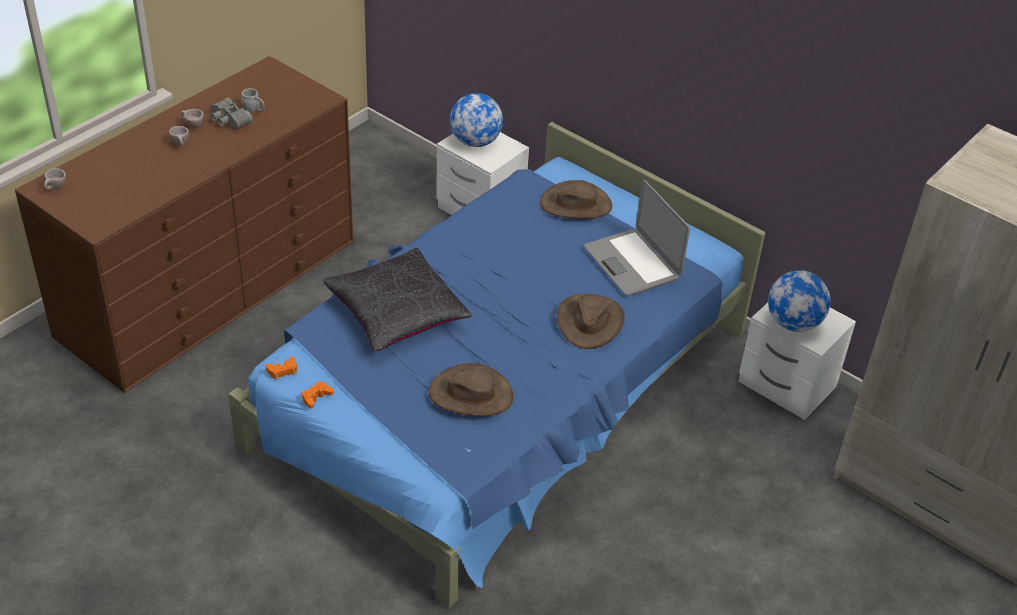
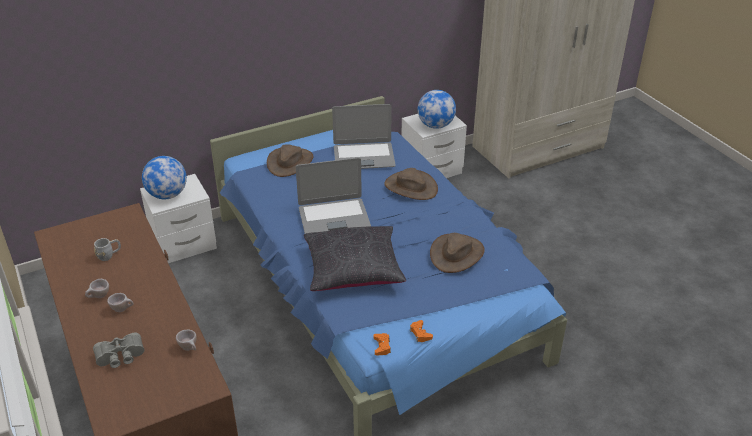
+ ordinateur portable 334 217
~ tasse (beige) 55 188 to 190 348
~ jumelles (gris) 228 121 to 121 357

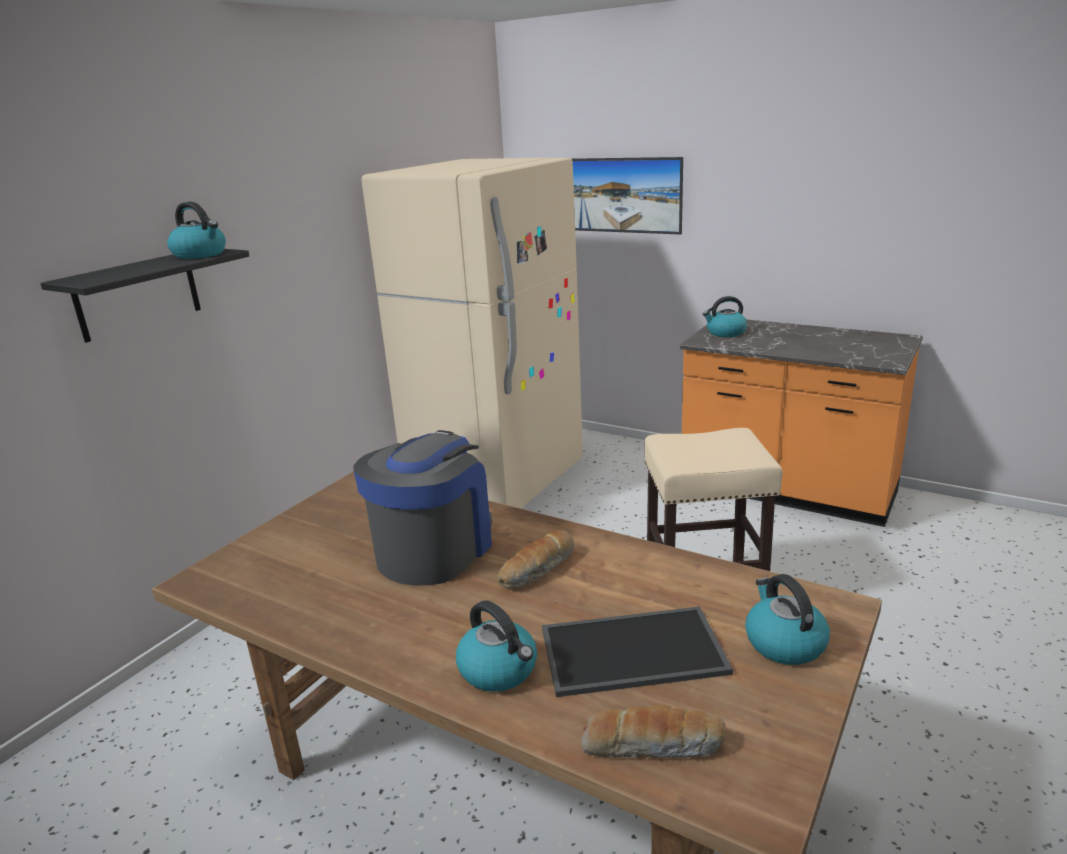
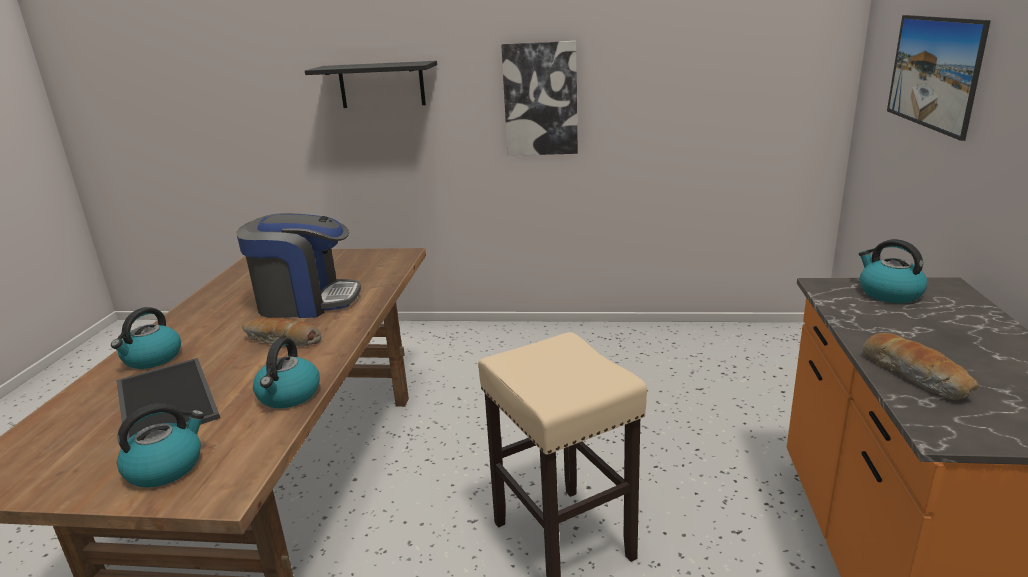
- réfrigérateur (beige) 497 481
+ tableau 540 99
~ bouilloire 201 254 to 289 395
~ pain 652 744 to 915 376

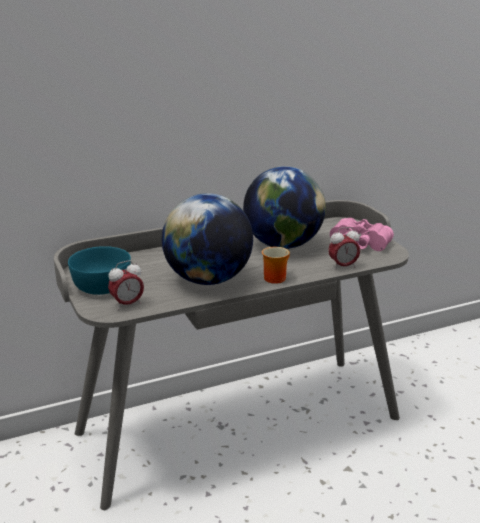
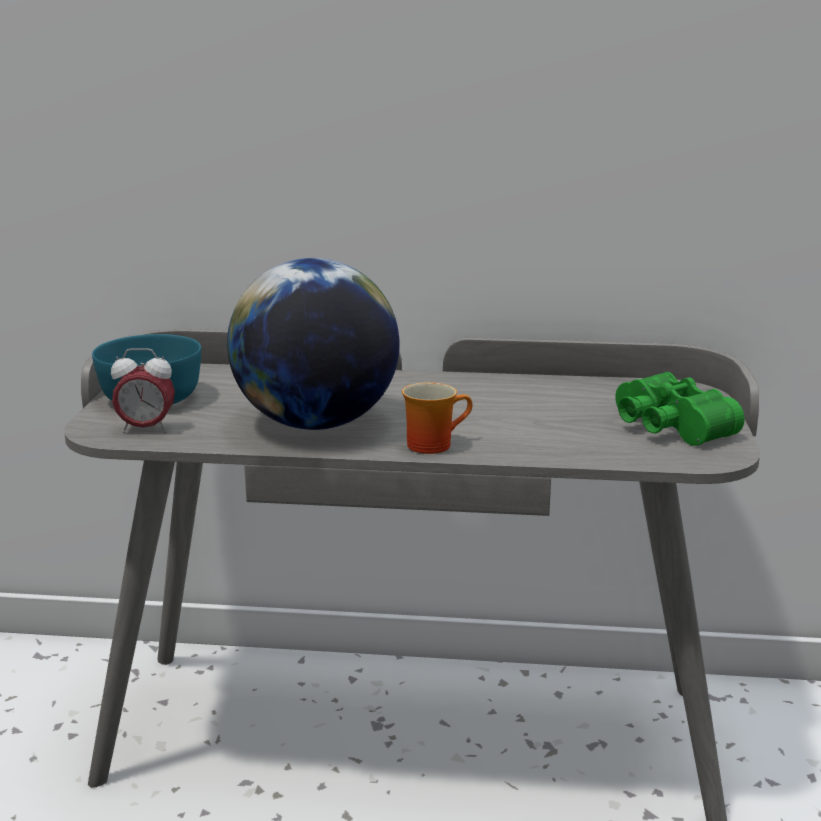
- globe 283 245
- réveil 343 266
~ jumelles (rose) 358 244 to jumelles (vert) 666 428

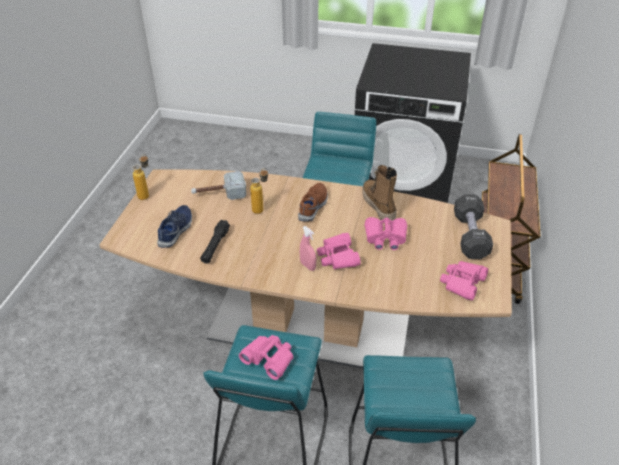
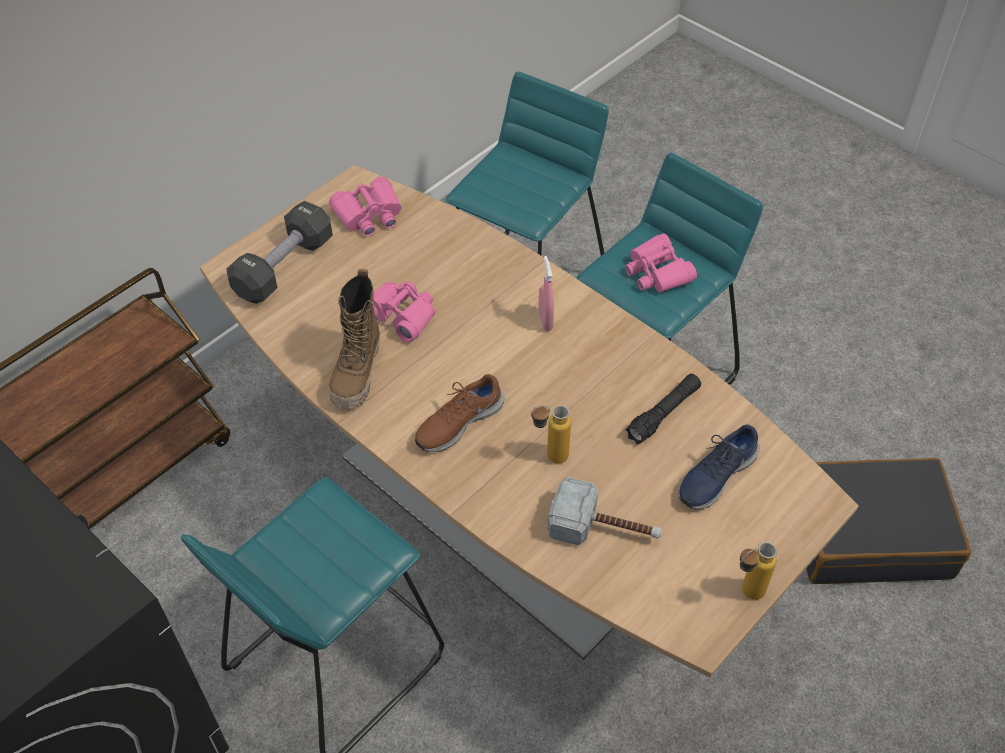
- jumelles (rose) 338 257
+ valise (noir) 869 533

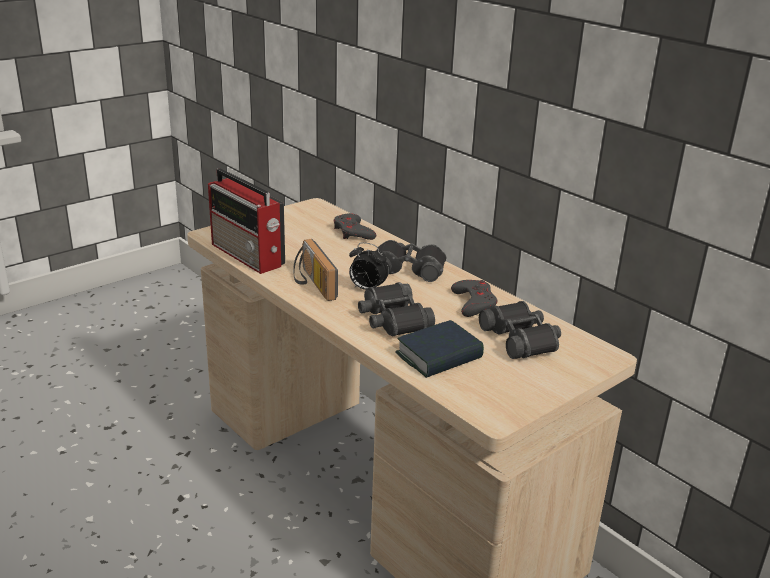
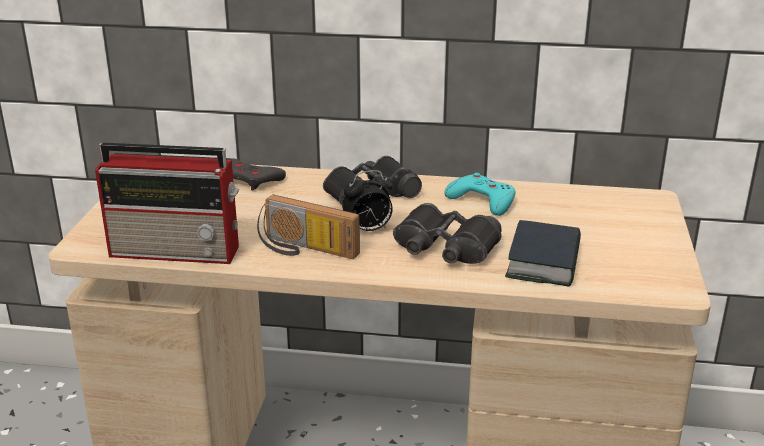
- jumelles (noir) 521 339
~ manette (gris) 474 303 to manette (turquoise) 482 200

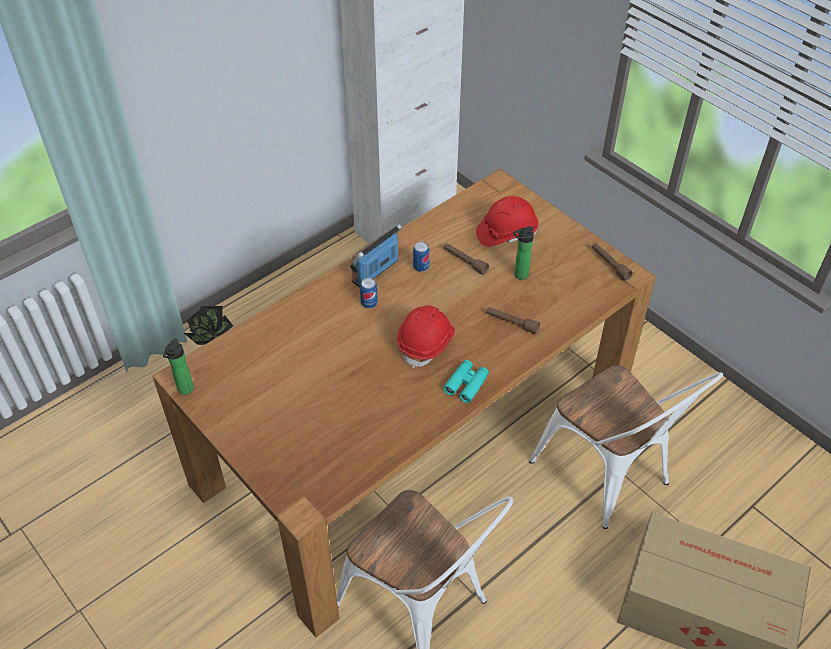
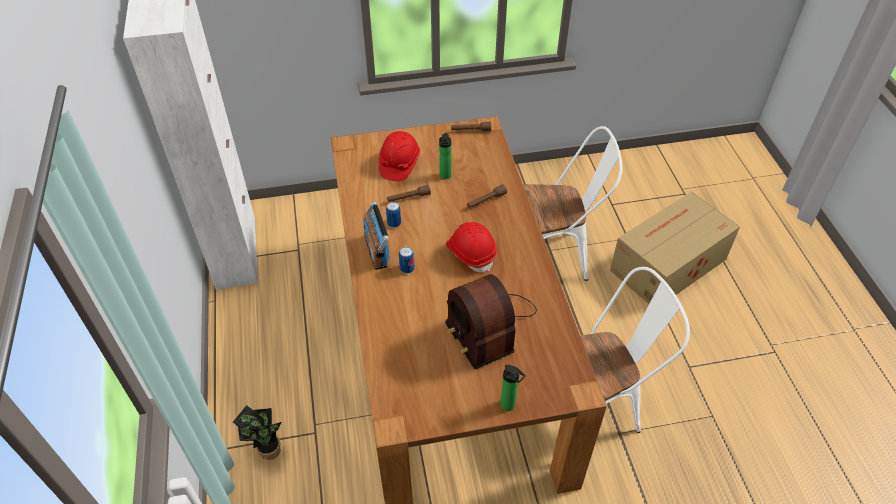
- jumelles (turquoise) 466 384
+ radio 487 324
~ bouteille 184 391 to 509 406

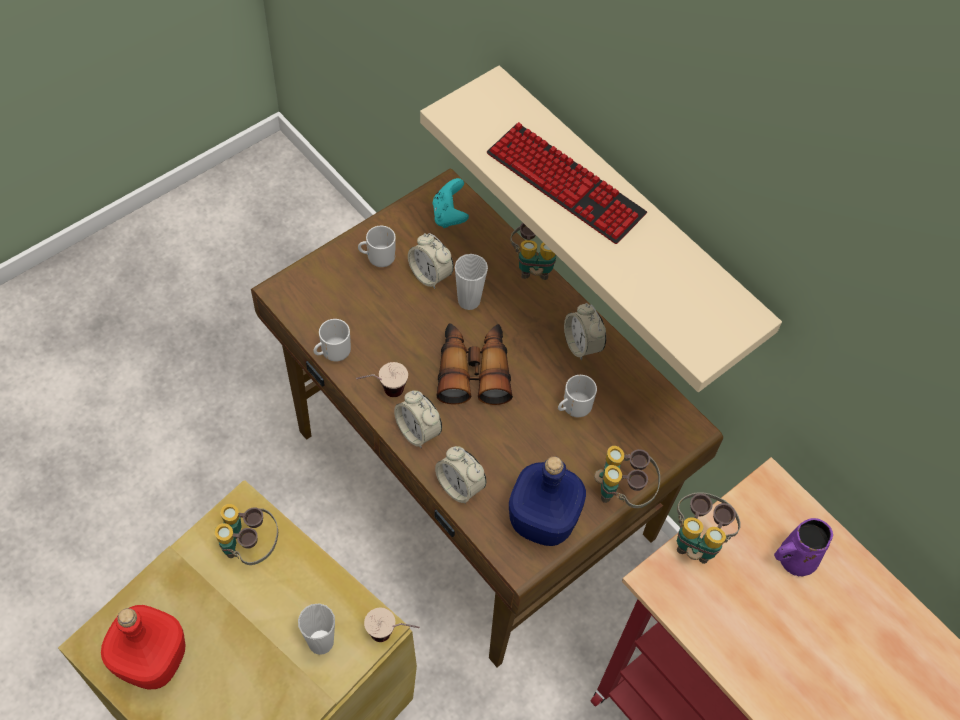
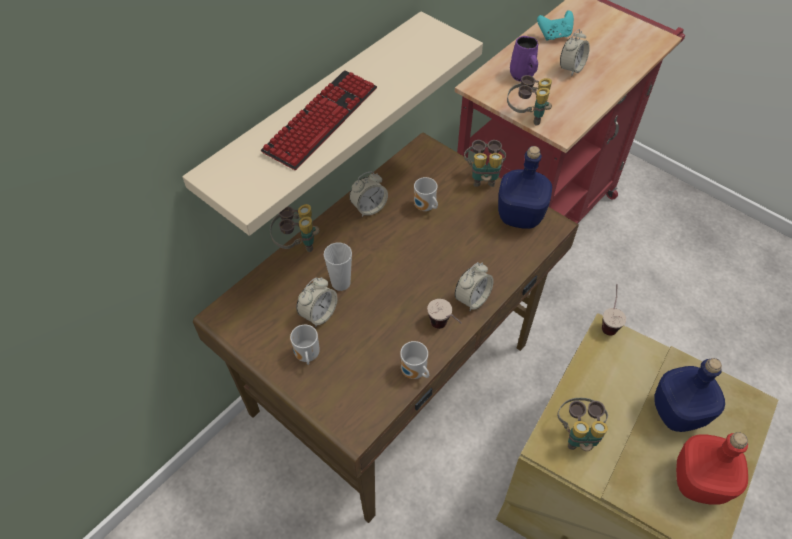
- tasse 321 642
- jumelles 473 369
+ bouteille (bleu) 676 413
~ manette (turquoise) 449 215 to 554 35
~ réveil 460 486 to 571 68

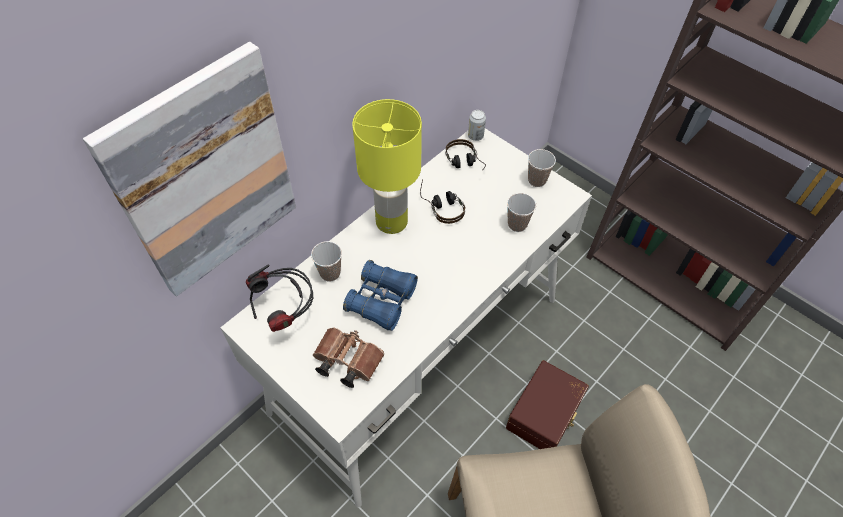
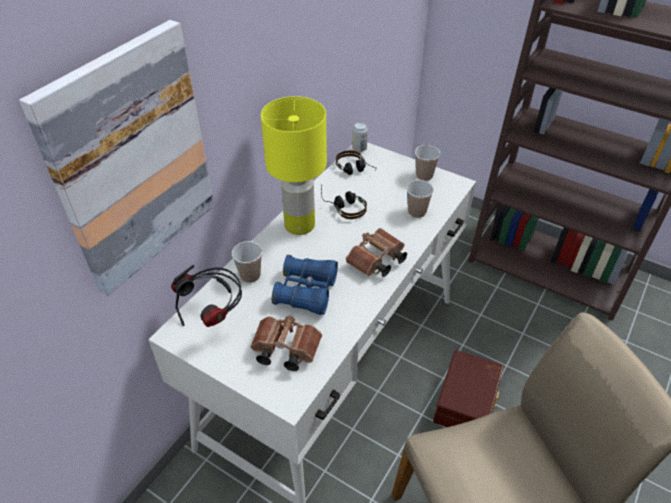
+ jumelles (marron) 376 262

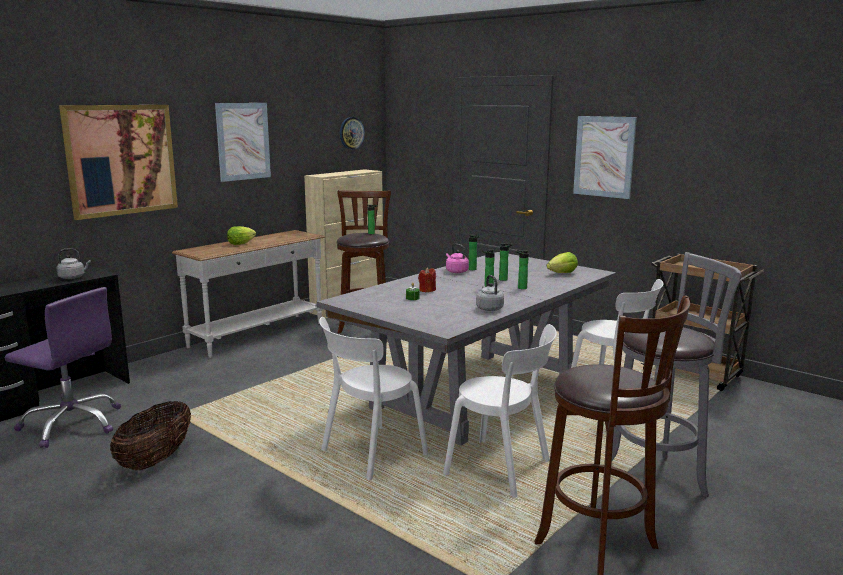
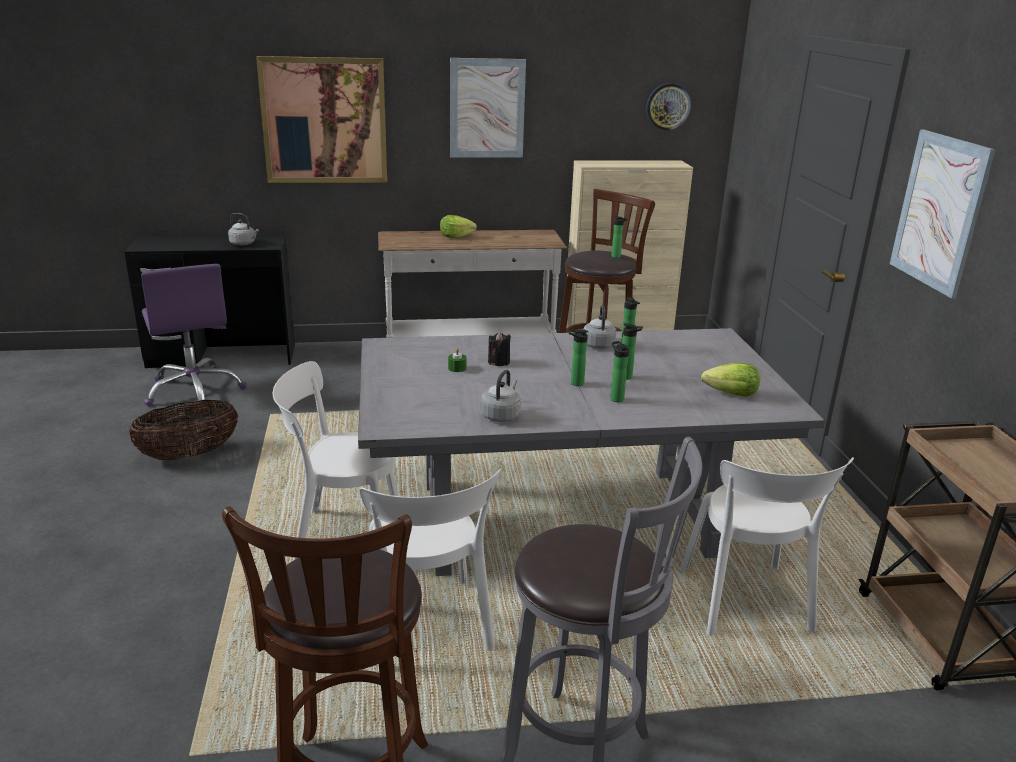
~ bougie (rouge) 427 290 to bougie (noir) 499 362
~ bouilloire (rose) 456 271 to bouilloire (gris) 598 344

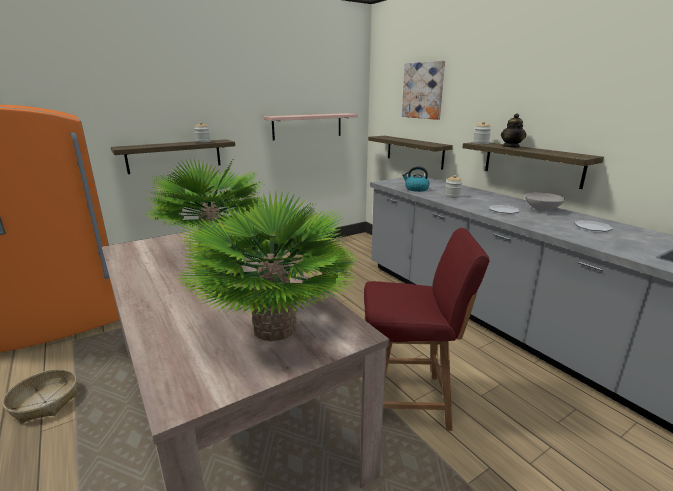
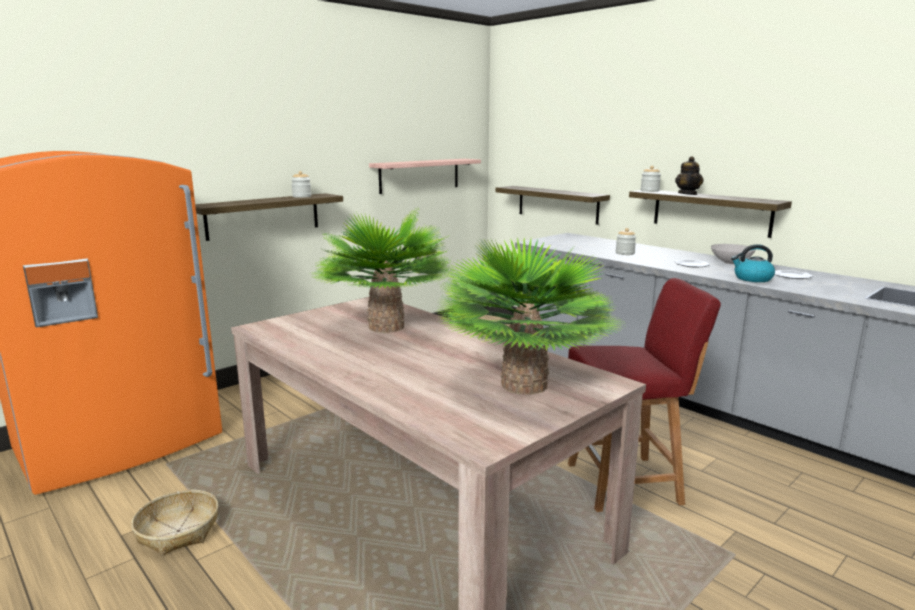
- tableau 423 90
~ bouilloire 416 189 to 752 279

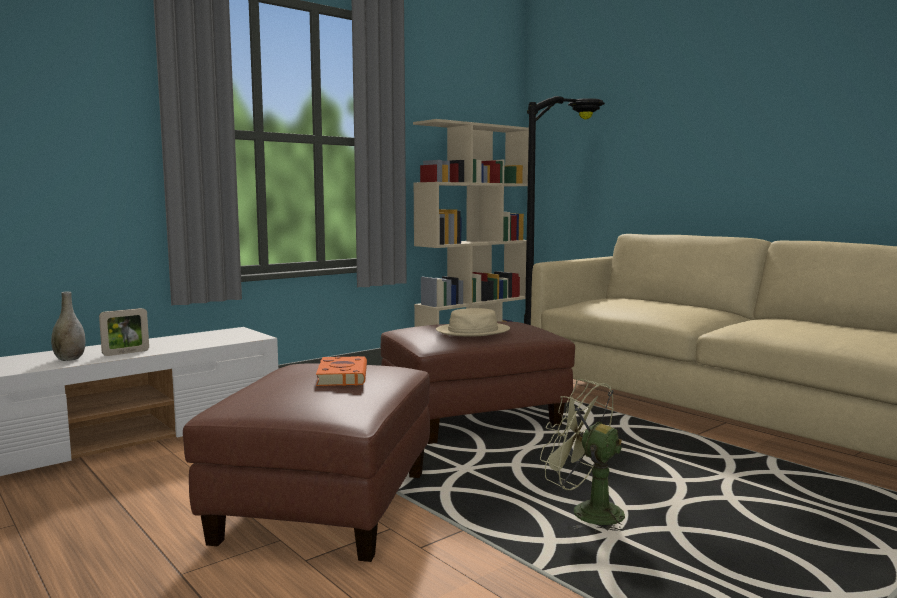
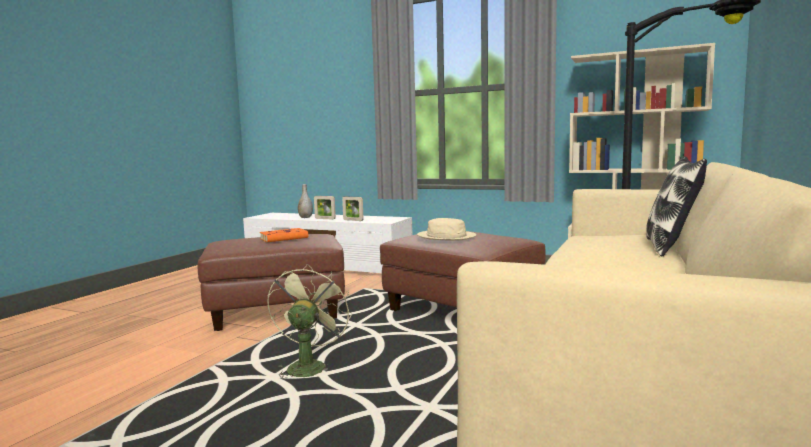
+ cadre photo 353 220
+ coussin 671 247

